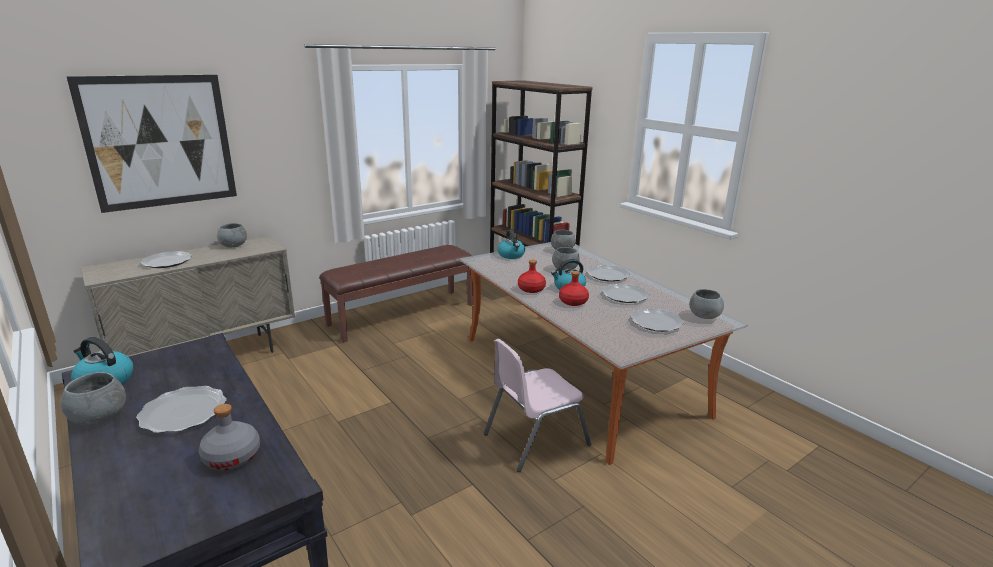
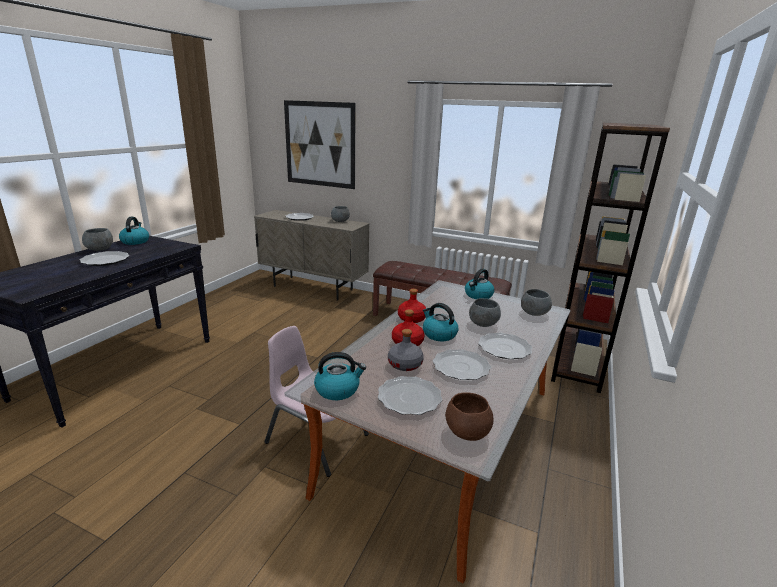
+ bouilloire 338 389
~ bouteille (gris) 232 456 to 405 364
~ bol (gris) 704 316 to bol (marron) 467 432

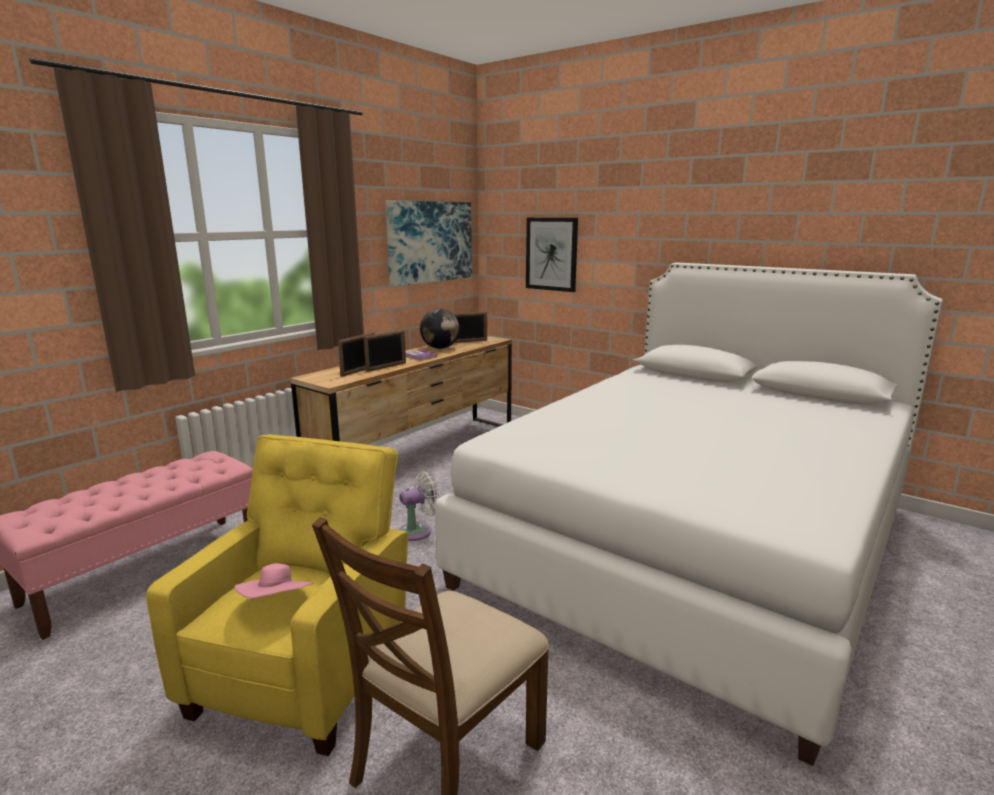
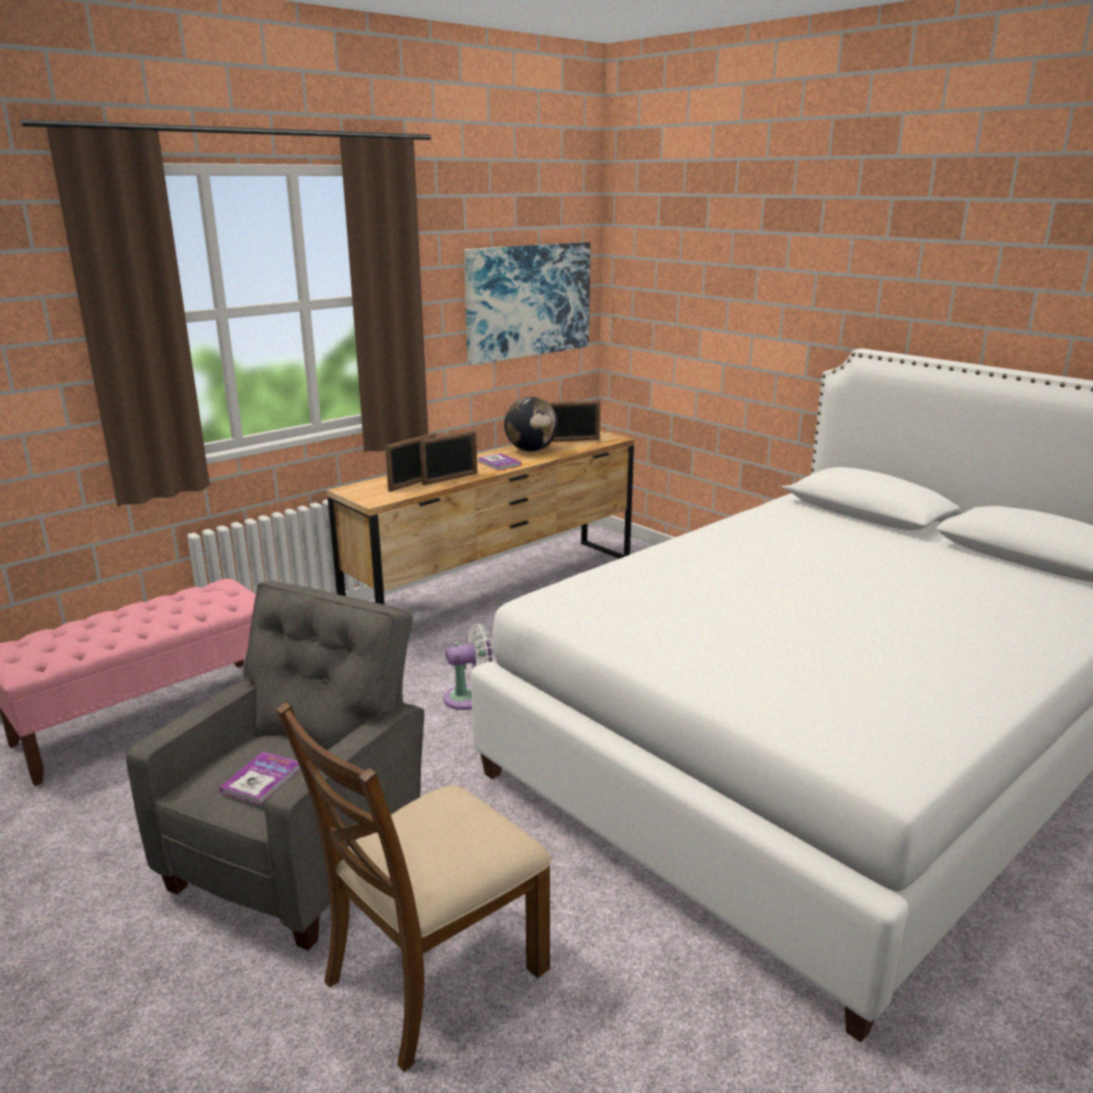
- tableau 551 254
~ chapeau (rose) 277 603 to livre 261 779
~ fauteuil (jaune) 306 671 to fauteuil (gris) 303 855

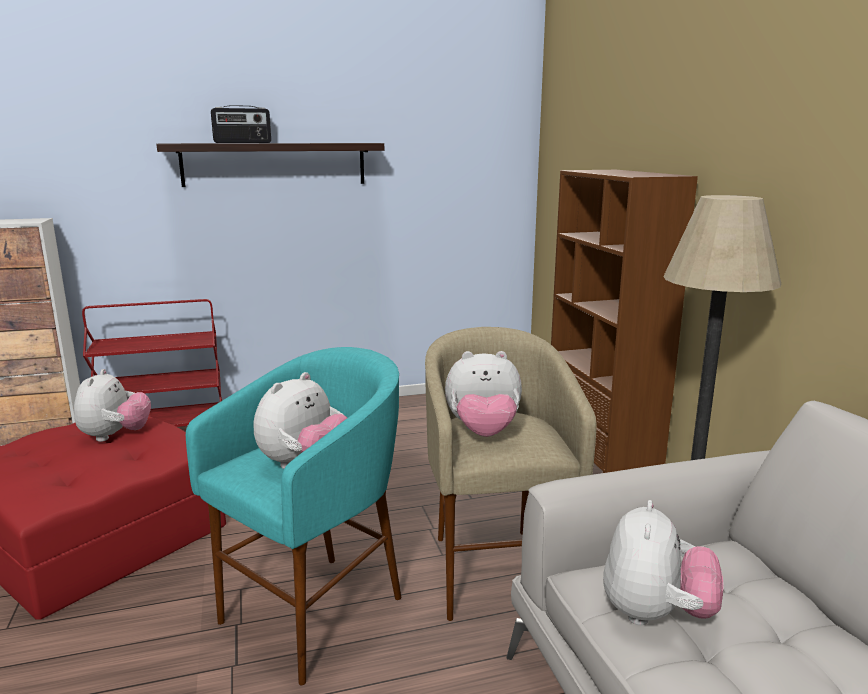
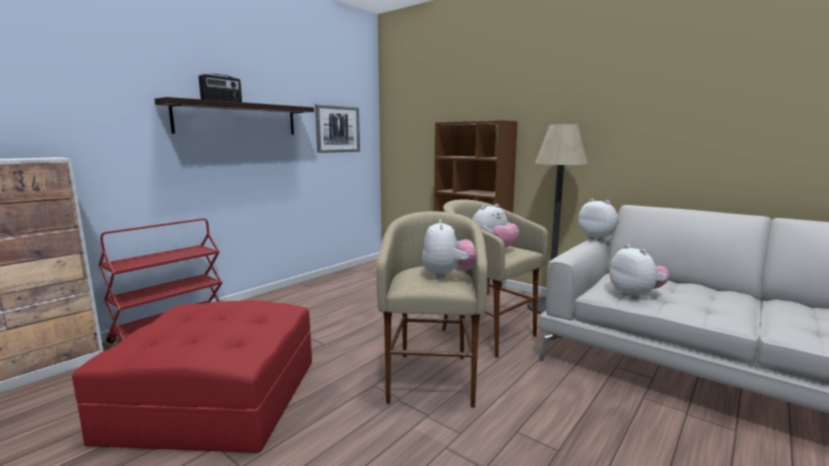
+ tableau 337 129
~ peluche 115 436 to 599 239
~ tabouret (turquoise) 316 612 to tabouret (beige) 432 378

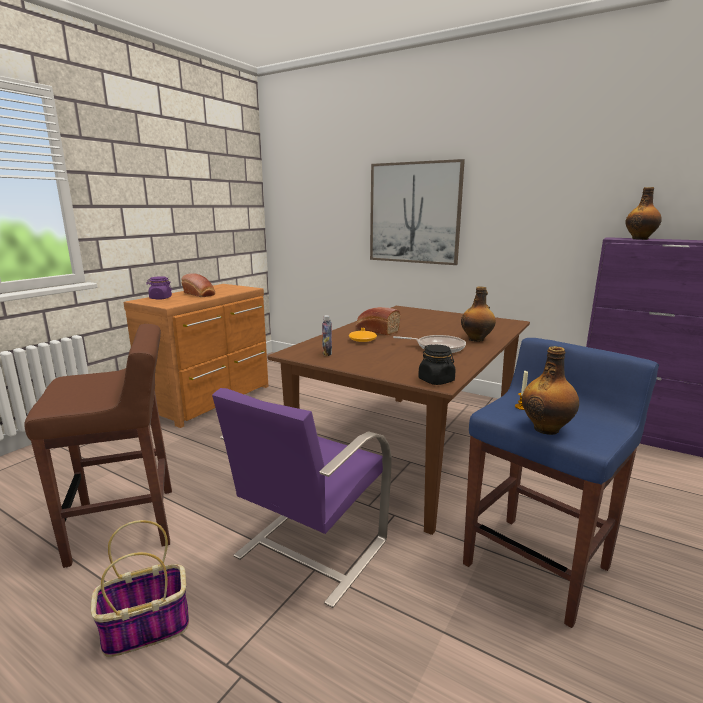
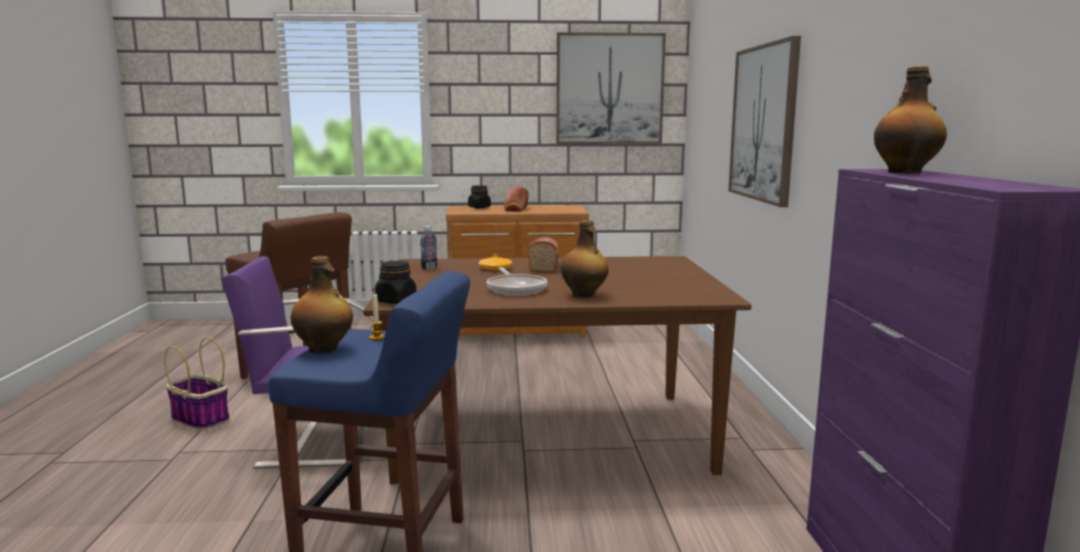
+ tableau 609 89
~ bocal (violet) 160 298 to bocal (noir) 479 207

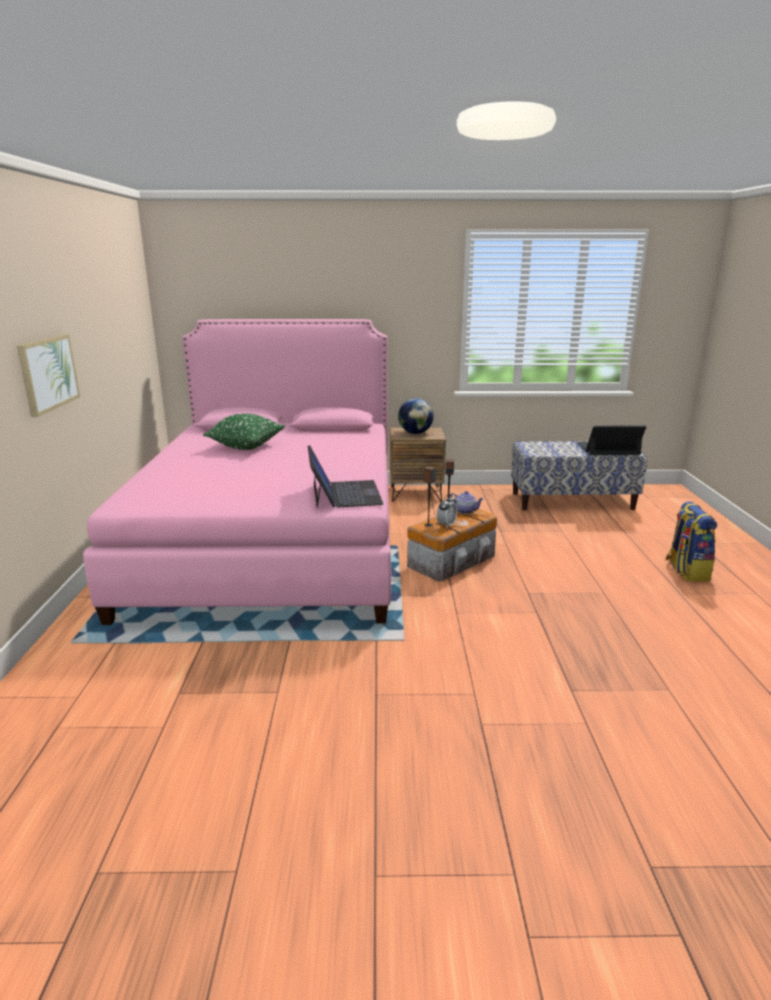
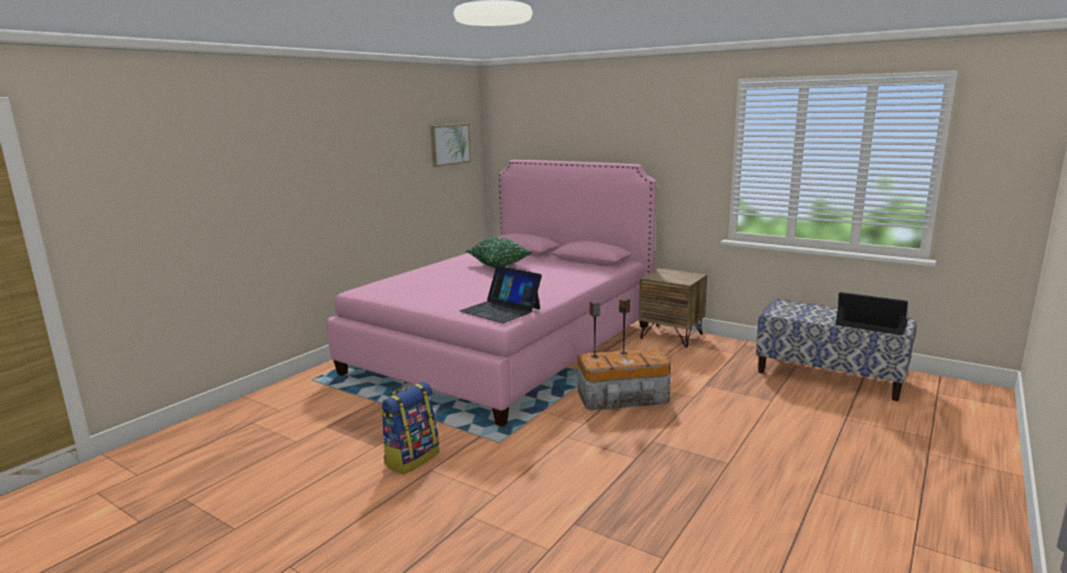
- globe 415 433
- réveil 446 525
- théière 465 511
~ tableau 48 373 to 450 144
~ sac à dos 686 571 to 411 459
~ ordinateur portable 344 494 = 500 310 105 degrees clockwise

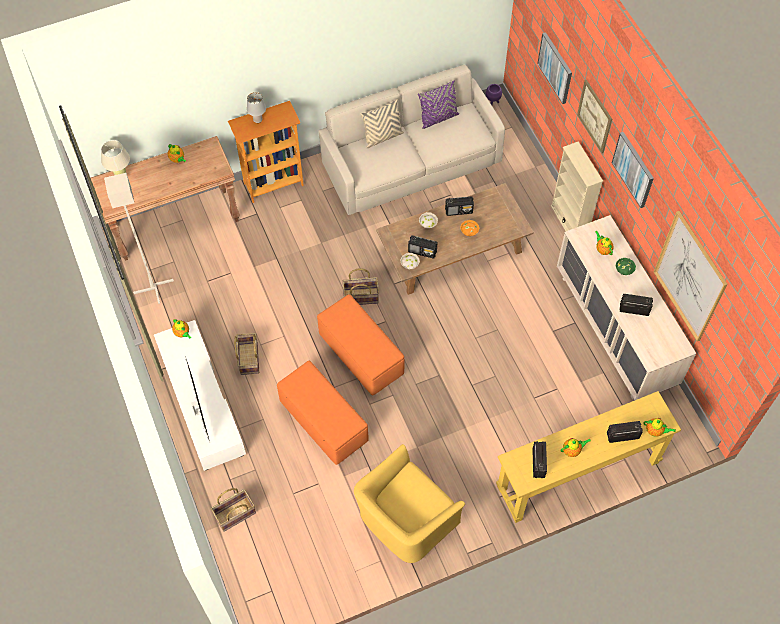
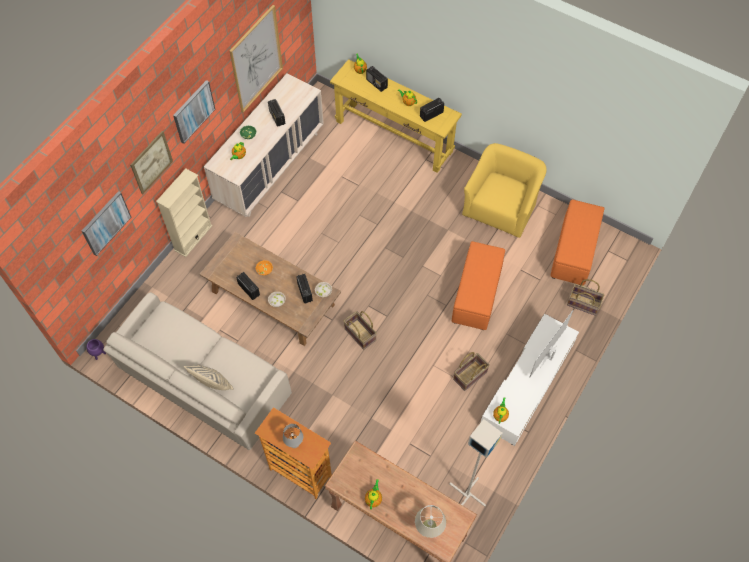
- coussin (violet) 438 118
~ pouf (orange) 361 355 to 573 251
~ fauteuil (jaune) 406 519 = 500 207 75 degrees counterclockwise

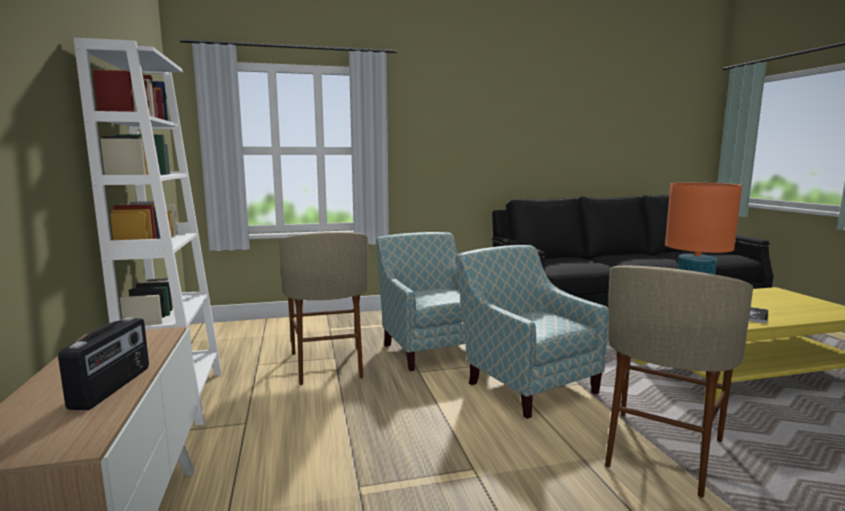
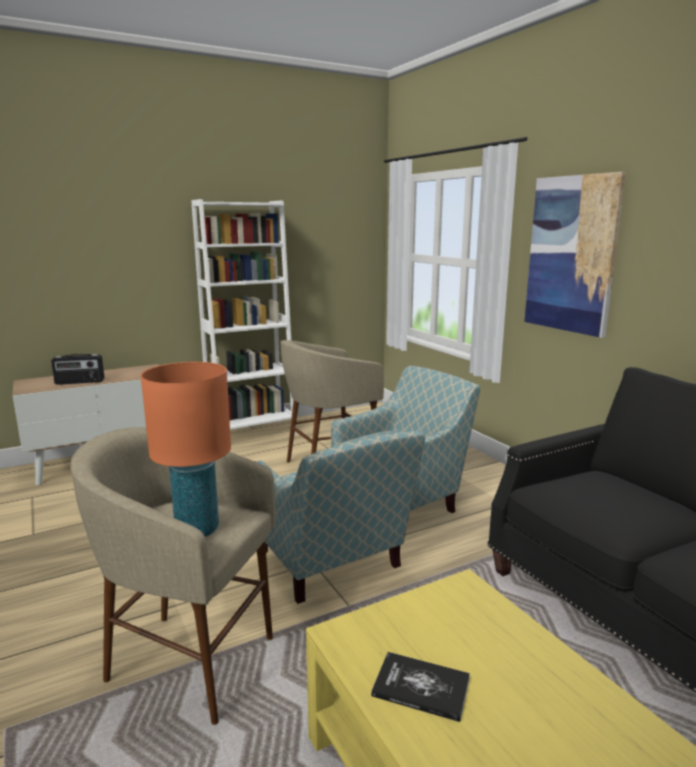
+ tableau 572 254
~ fauteuil 525 383 = 334 566 105 degrees clockwise

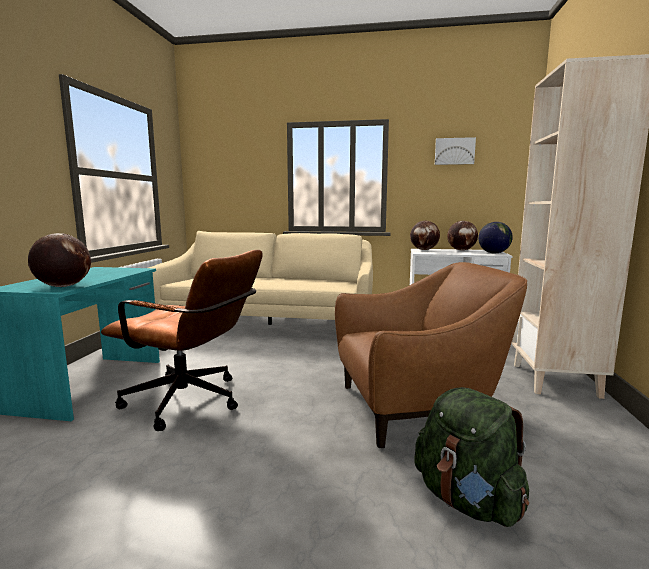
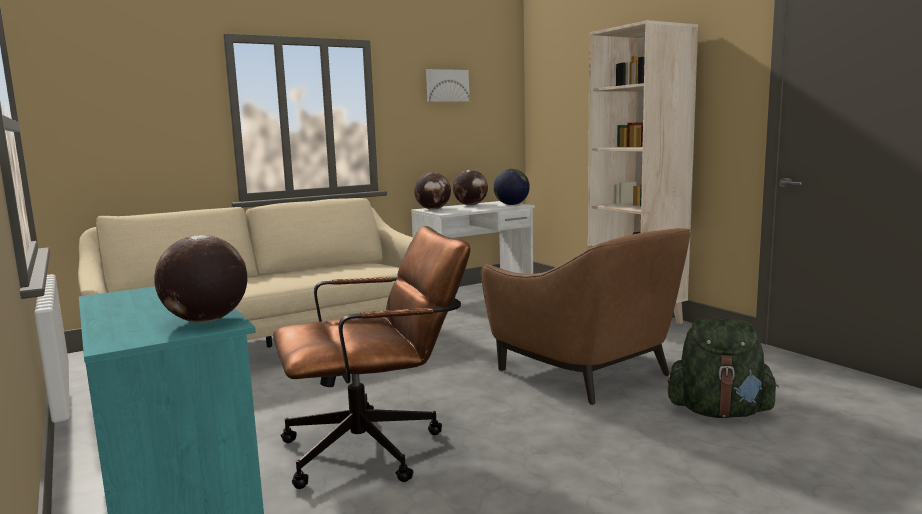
~ fauteuil (marron) 416 408 = 586 372 105 degrees clockwise

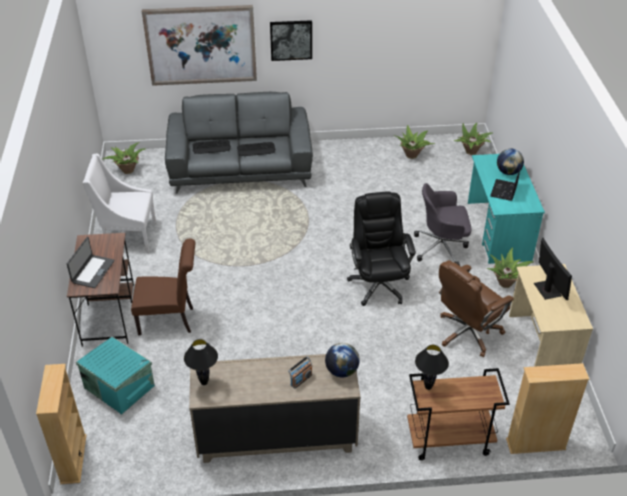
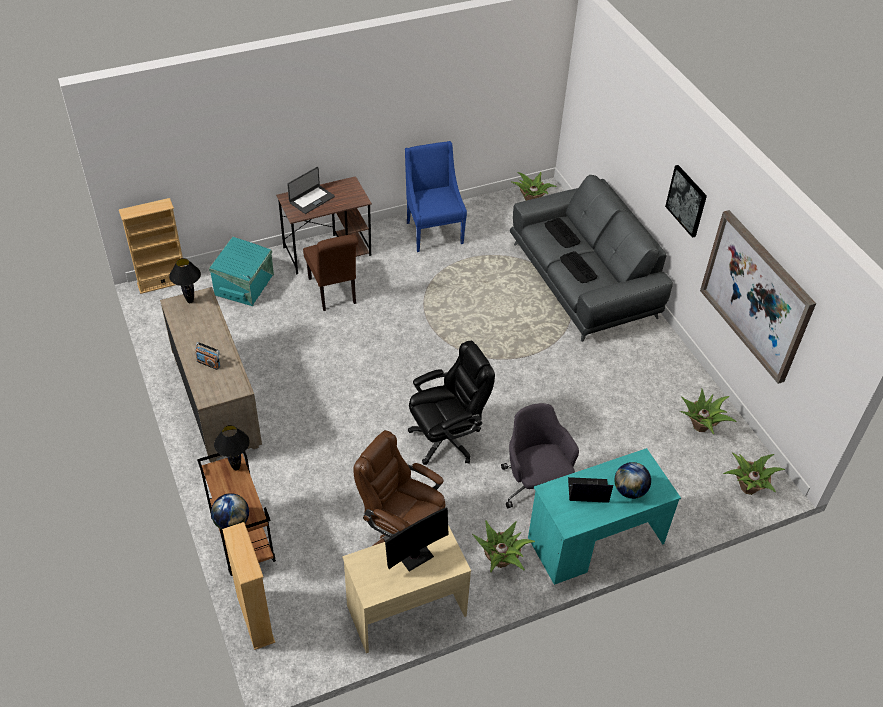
~ tableau 201 44 to 756 295
~ globe 341 371 to 232 522
~ fauteuil (blanc) 127 237 to fauteuil (bleu) 433 231
~ ordinateur portable 92 271 = 311 199 45 degrees counterclockwise

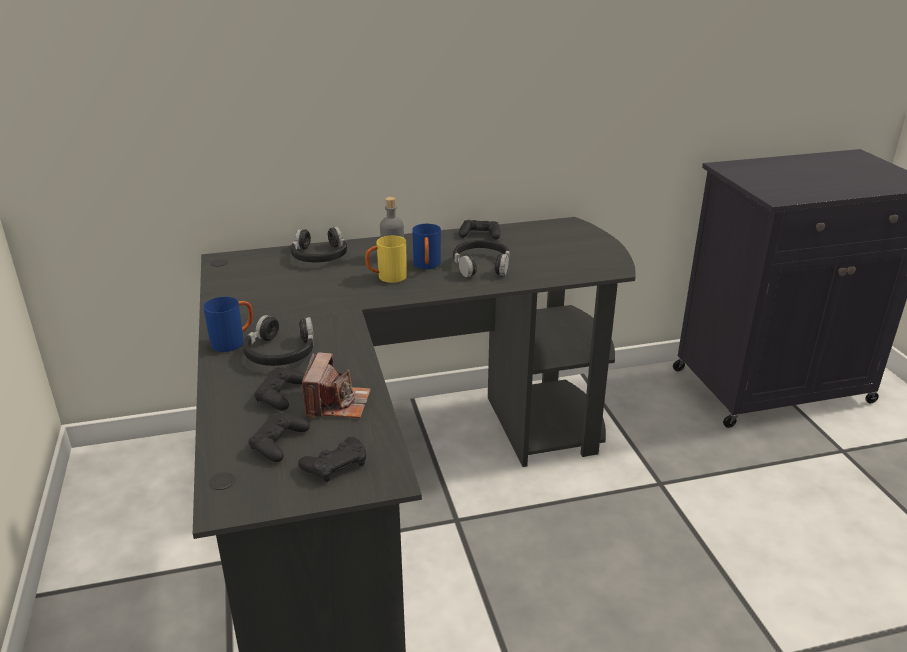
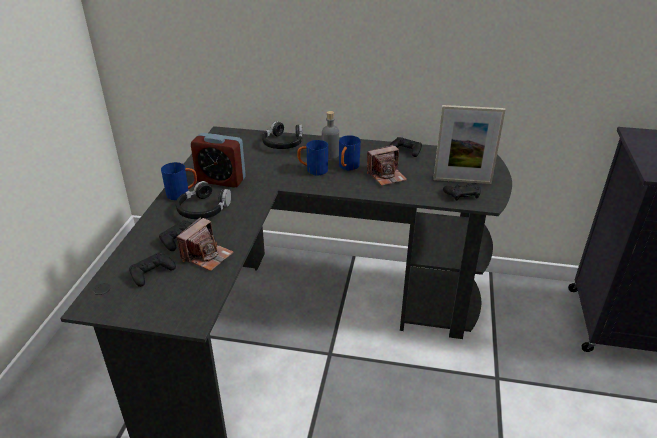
+ réveil 221 180
+ cadre photo 462 181
~ manette (noir) 335 465 to 462 194
~ casque audio (noir) 481 265 to appareil photo 386 176
~ mug (jaune) 386 278 to mug (bleu) 313 170

